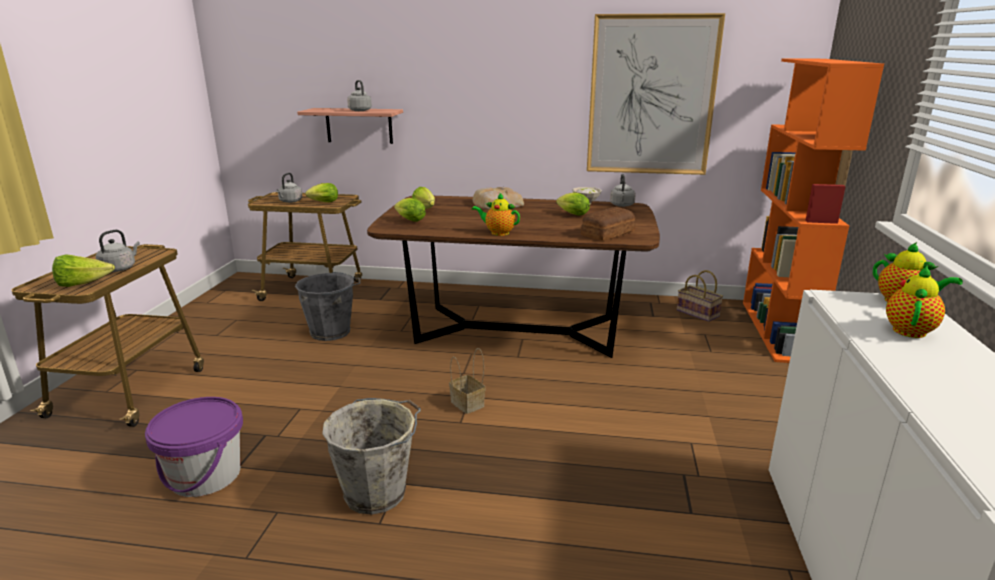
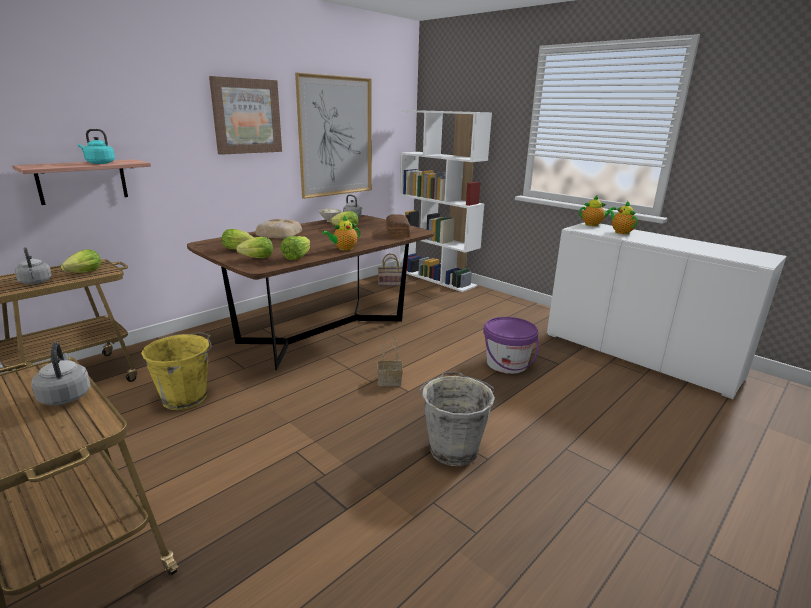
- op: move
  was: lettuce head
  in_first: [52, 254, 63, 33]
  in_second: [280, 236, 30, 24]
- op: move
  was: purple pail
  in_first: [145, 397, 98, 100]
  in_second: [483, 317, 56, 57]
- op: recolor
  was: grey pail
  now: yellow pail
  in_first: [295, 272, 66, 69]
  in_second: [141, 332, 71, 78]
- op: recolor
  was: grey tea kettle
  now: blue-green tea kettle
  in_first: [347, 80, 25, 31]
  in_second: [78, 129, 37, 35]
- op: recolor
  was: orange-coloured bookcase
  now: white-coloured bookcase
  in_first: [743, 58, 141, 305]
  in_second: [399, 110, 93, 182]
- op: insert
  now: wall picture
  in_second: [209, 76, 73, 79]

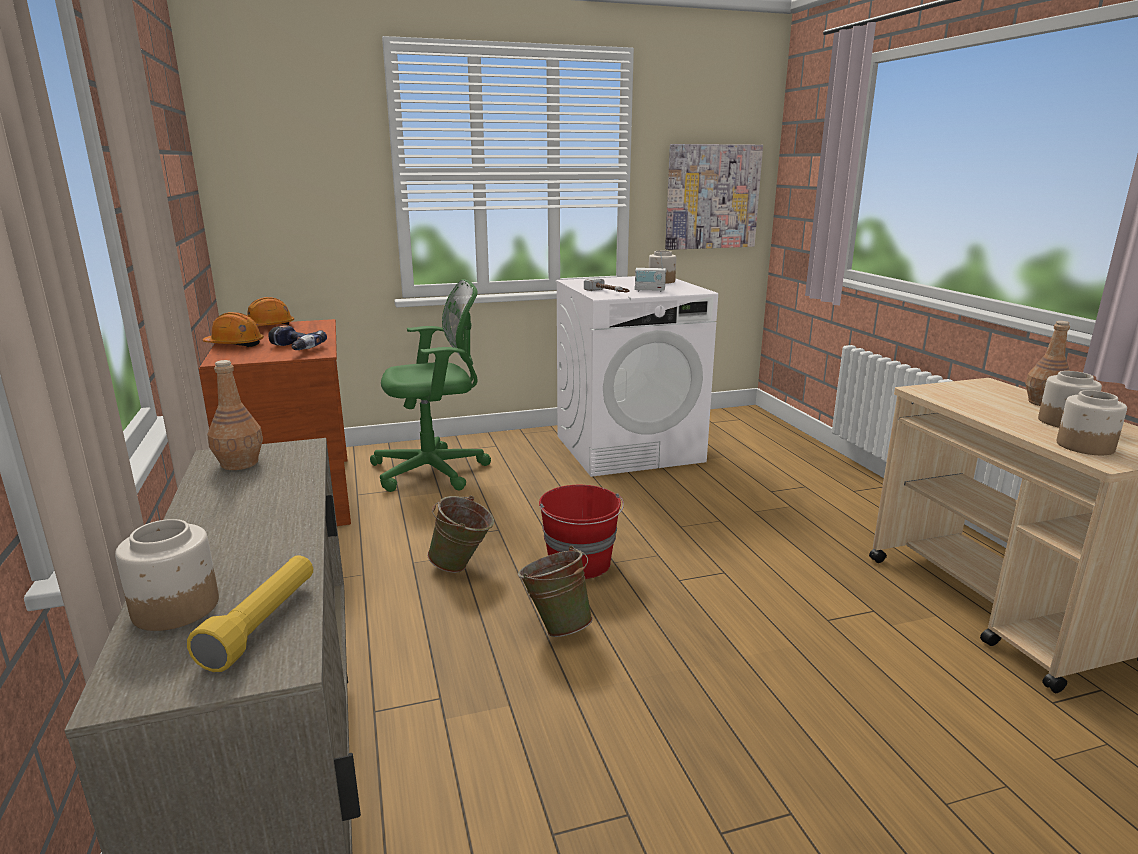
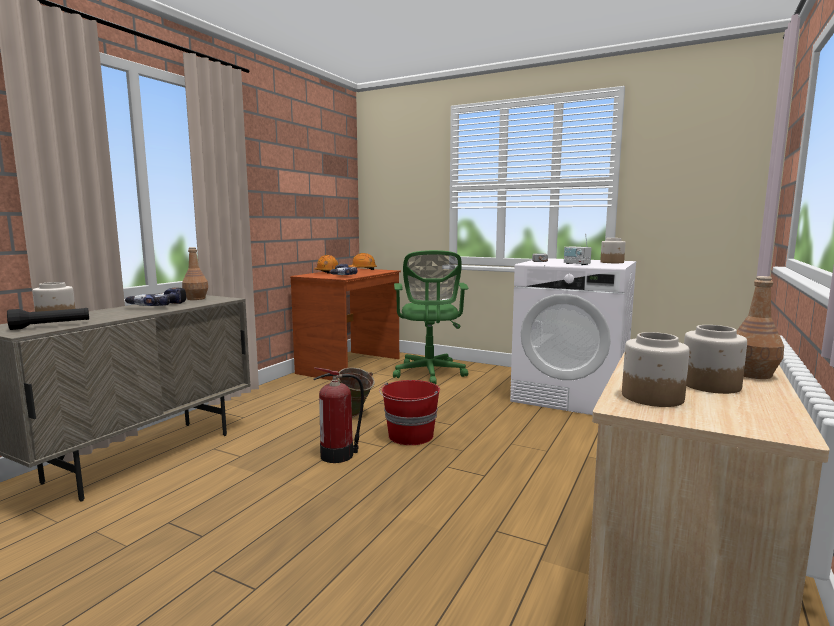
- op: recolor
  was: yellow flashlight
  now: black-coloured flashlight
  in_first: [187, 555, 126, 117]
  in_second: [7, 308, 82, 22]
- op: rotate
  was: green desk chair
  in_first: [370, 279, 121, 213]
  in_second: [393, 250, 75, 134]
  clockwise: 60
- op: replace
  was: green pail
  now: extinguisher
  in_first: [518, 546, 75, 91]
  in_second: [314, 367, 50, 96]
- op: delete
  was: wall picture
  in_first: [665, 144, 98, 106]
- op: insert
  now: drill
  in_second: [125, 287, 61, 19]

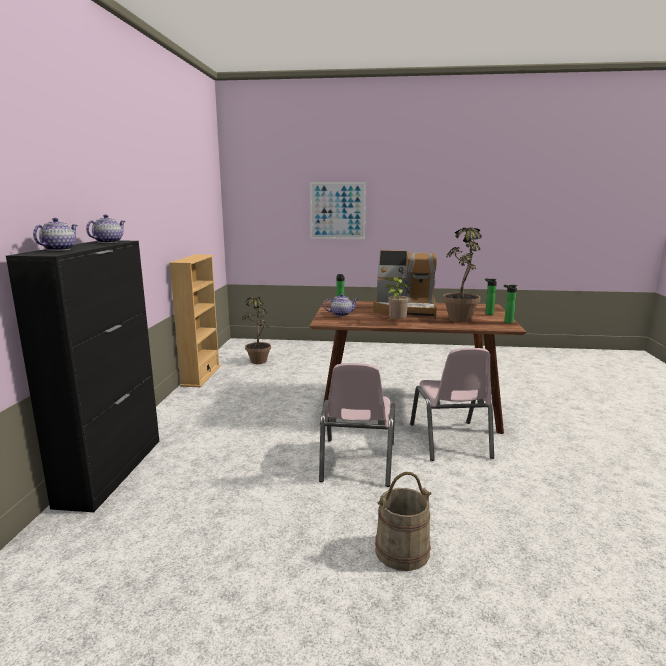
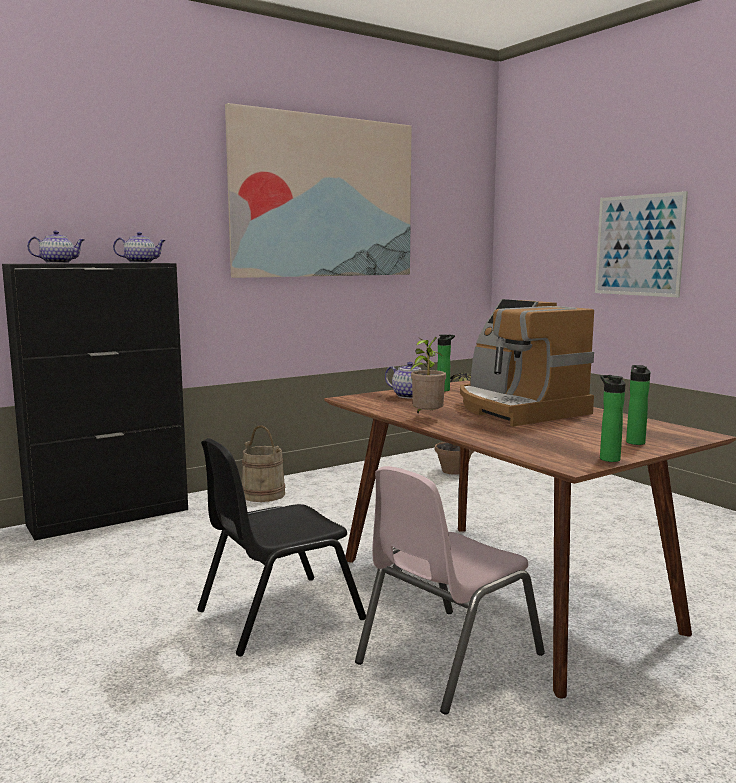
- op: delete
  was: sand-coloured bookcase
  in_first: [169, 254, 52, 133]
- op: recolor
  was: pinkish plain chair
  now: black-coloured plain chair
  in_first: [319, 363, 76, 124]
  in_second: [197, 438, 169, 218]
- op: move
  was: sand-coloured pail
  in_first: [375, 472, 57, 99]
  in_second: [242, 425, 44, 77]
- op: delete
  was: houseplant
  in_first: [443, 227, 39, 95]
- op: insert
  now: wall picture
  in_second: [225, 103, 186, 175]

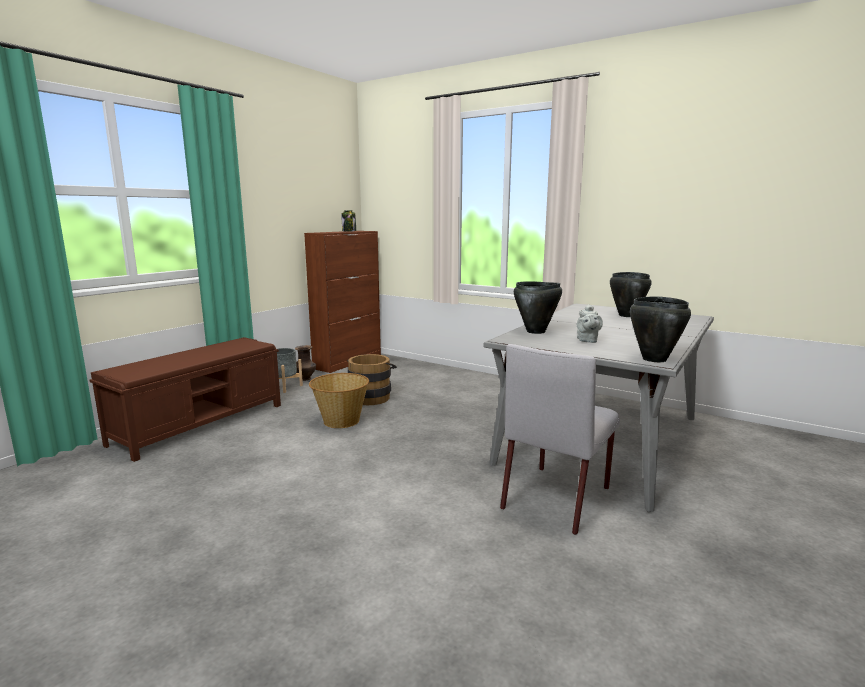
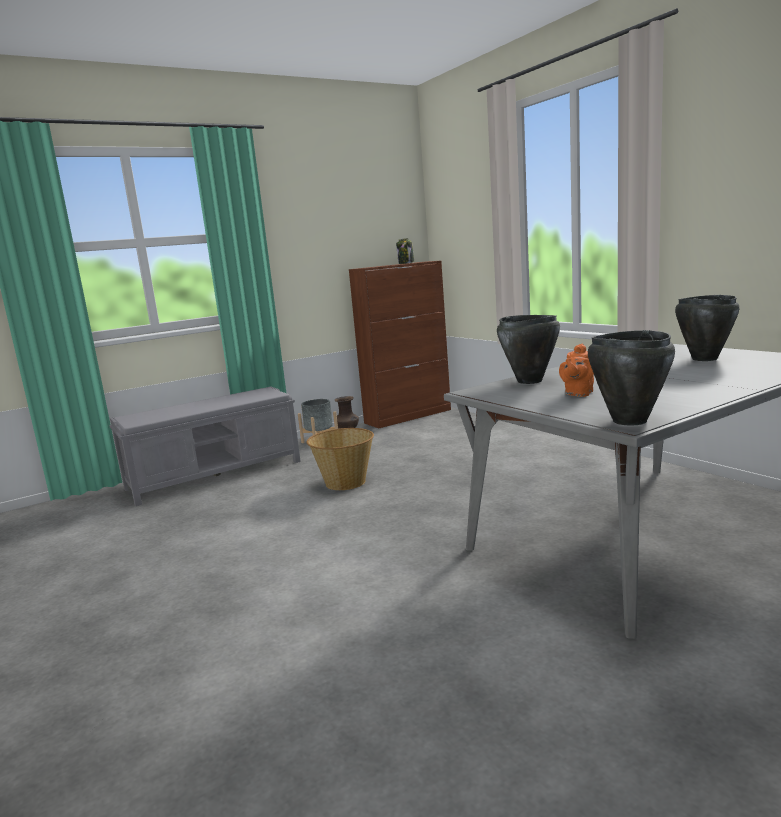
- op: recolor
  was: brown bench
  now: grey bench
  in_first: [89, 337, 192, 125]
  in_second: [109, 387, 192, 119]
- op: delete
  was: brown pail
  in_first: [347, 354, 50, 51]
- op: delete
  was: grey plain chair
  in_first: [500, 344, 120, 191]
- op: recolor
  was: grey pot for tea
  now: orange-coloured pot for tea
  in_first: [577, 304, 26, 39]
  in_second: [559, 344, 35, 53]

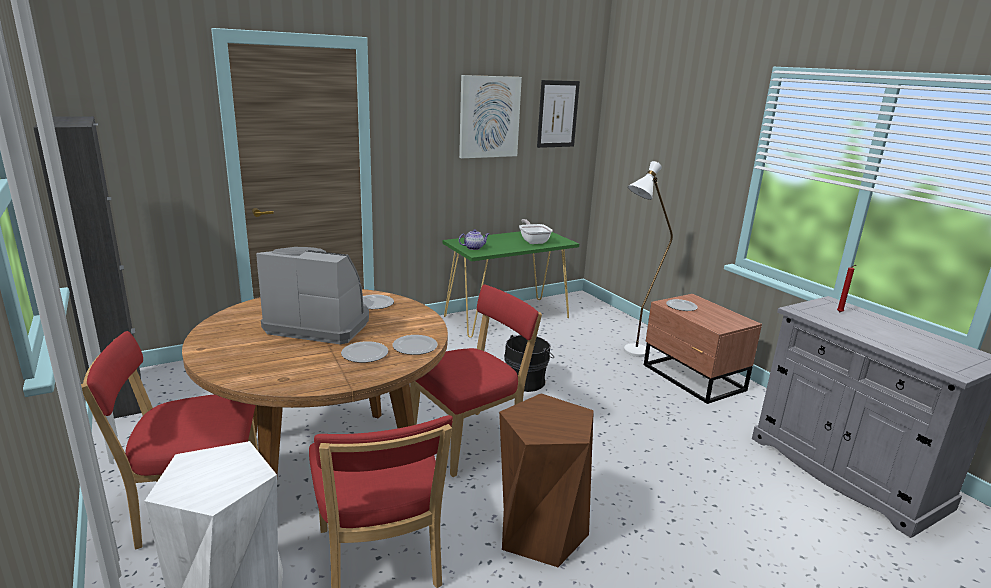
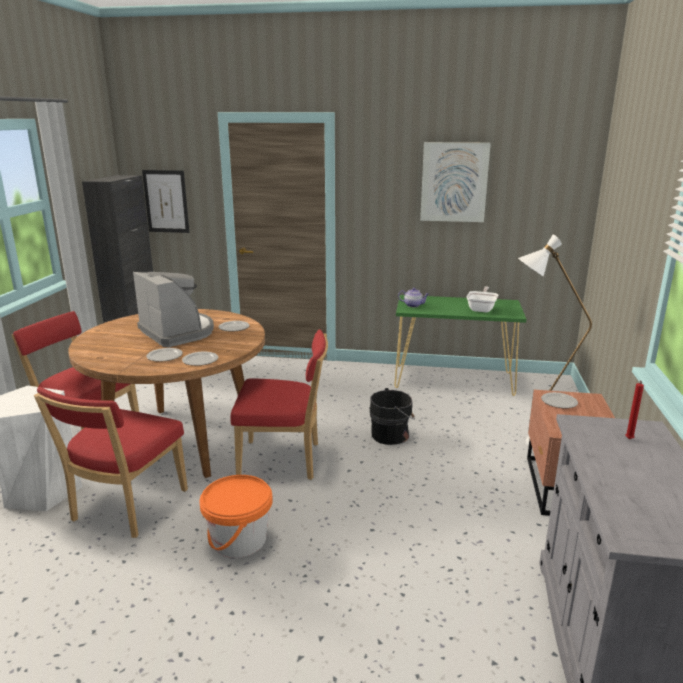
- op: replace
  was: brown sitting stool
  now: orange-coloured pail
  in_first: [499, 394, 95, 173]
  in_second: [199, 475, 74, 83]
- op: move
  was: wall picture
  in_first: [537, 80, 43, 68]
  in_second: [142, 170, 47, 63]

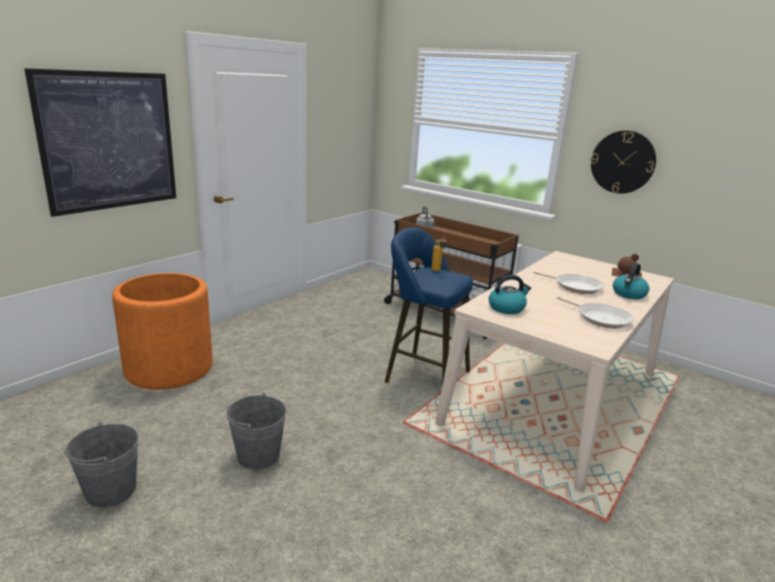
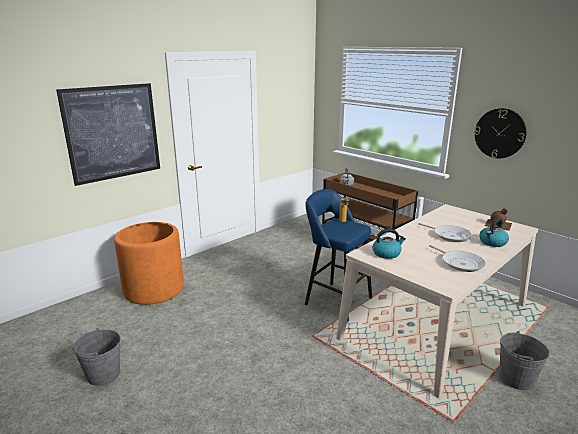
- op: move
  was: grey pail
  in_first: [227, 393, 60, 77]
  in_second: [499, 331, 50, 59]

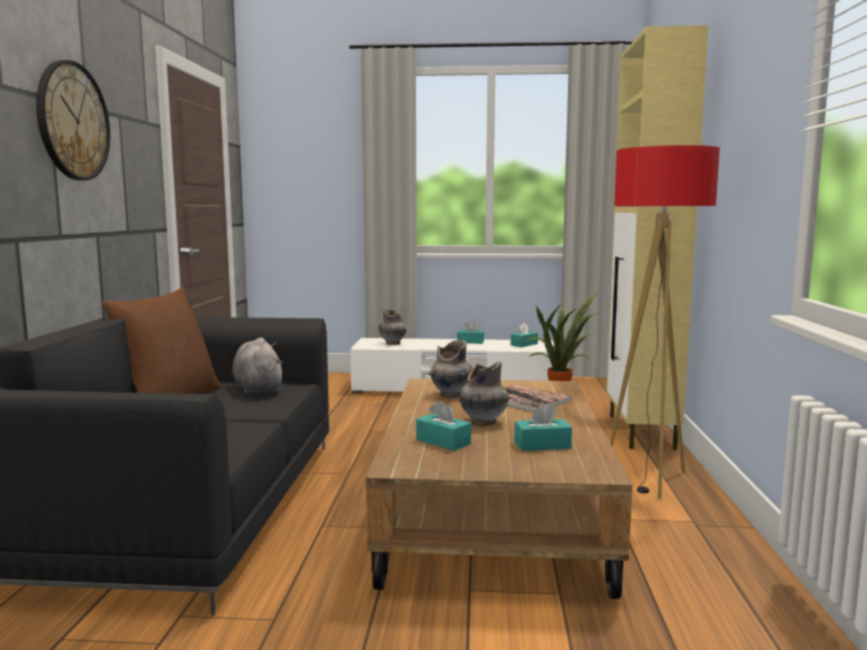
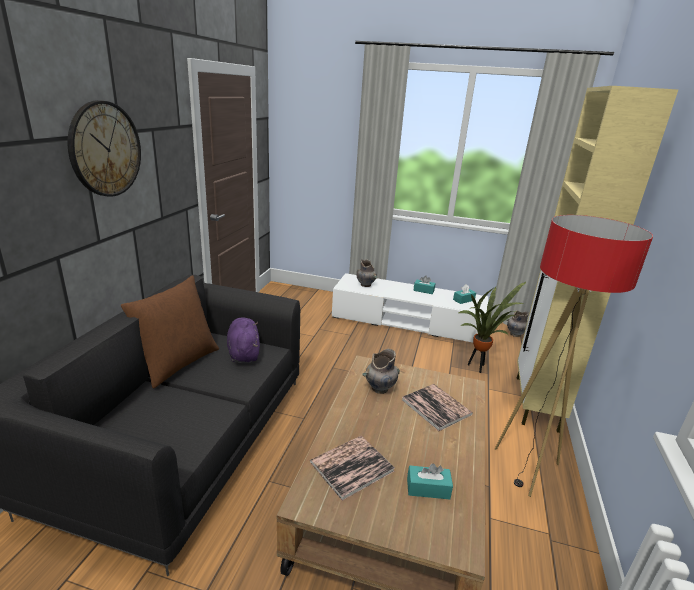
- op: recolor
  was: grey cuddly toy
  now: purple cuddly toy
  in_first: [232, 337, 51, 57]
  in_second: [227, 317, 33, 46]
- op: replace
  was: blue-green tissue box
  now: book
  in_first: [416, 400, 55, 51]
  in_second: [310, 436, 85, 65]
- op: move
  was: grey decorative vase
  in_first: [458, 362, 52, 64]
  in_second: [507, 310, 22, 27]

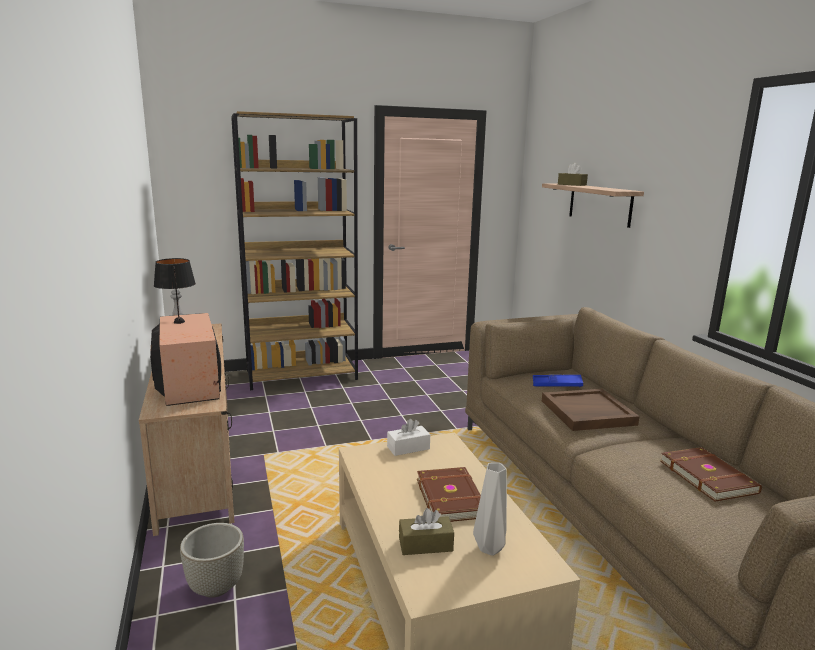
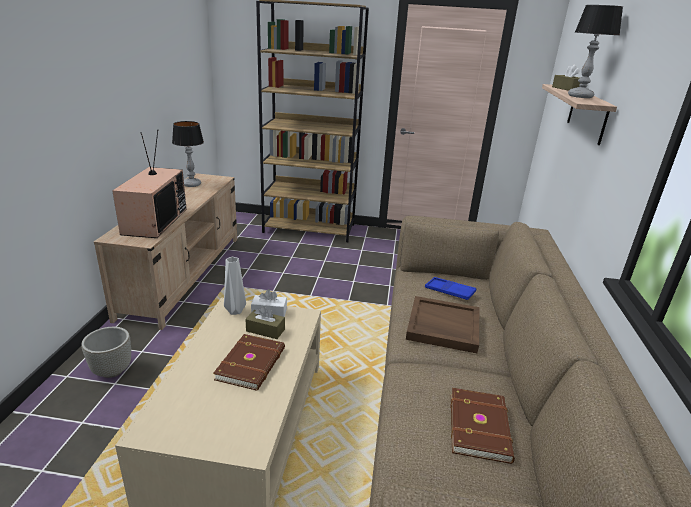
- op: move
  was: brown tissue box
  in_first: [399, 508, 55, 47]
  in_second: [245, 306, 40, 33]
- op: move
  was: grey decorative vase
  in_first: [473, 463, 34, 93]
  in_second: [224, 257, 22, 58]
- op: insert
  now: table lamp
  in_second: [568, 5, 55, 93]

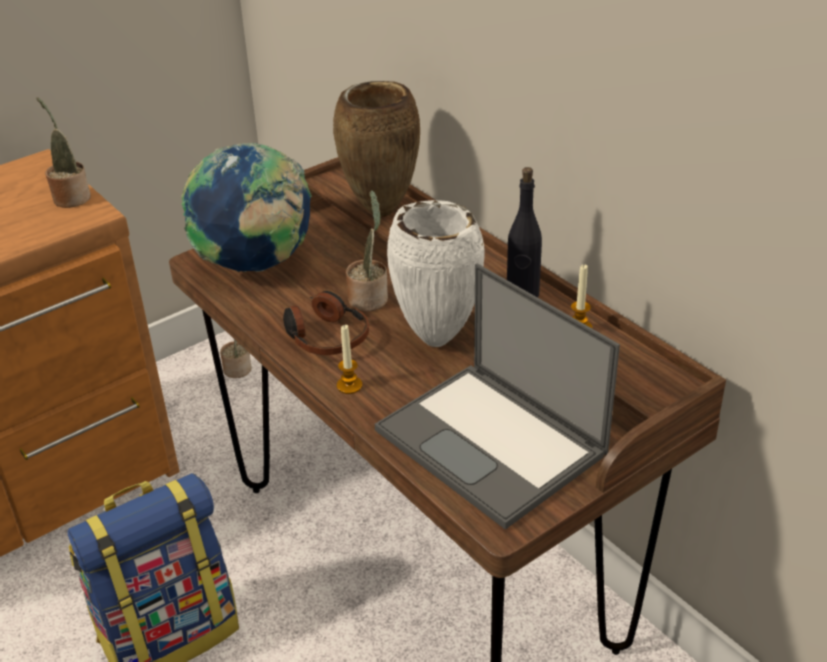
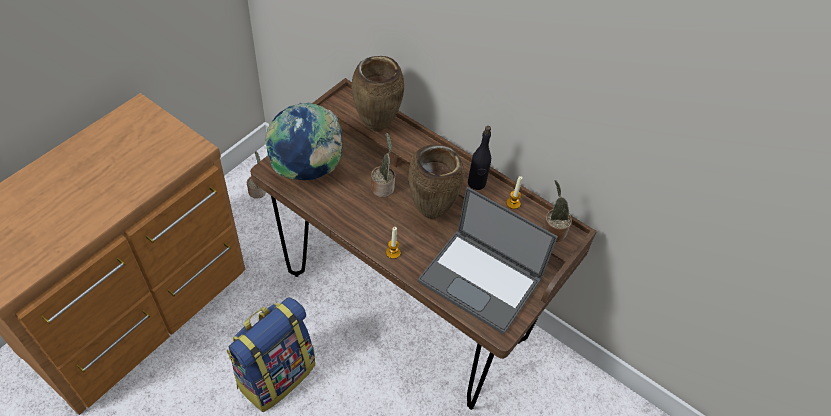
- op: move
  was: houseplant
  in_first: [36, 97, 55, 111]
  in_second: [543, 180, 29, 62]
- op: delete
  was: headset
  in_first: [283, 291, 86, 64]
- op: recolor
  was: white-coloured decorative vase
  now: brown decorative vase
  in_first: [387, 200, 98, 147]
  in_second: [408, 144, 57, 75]

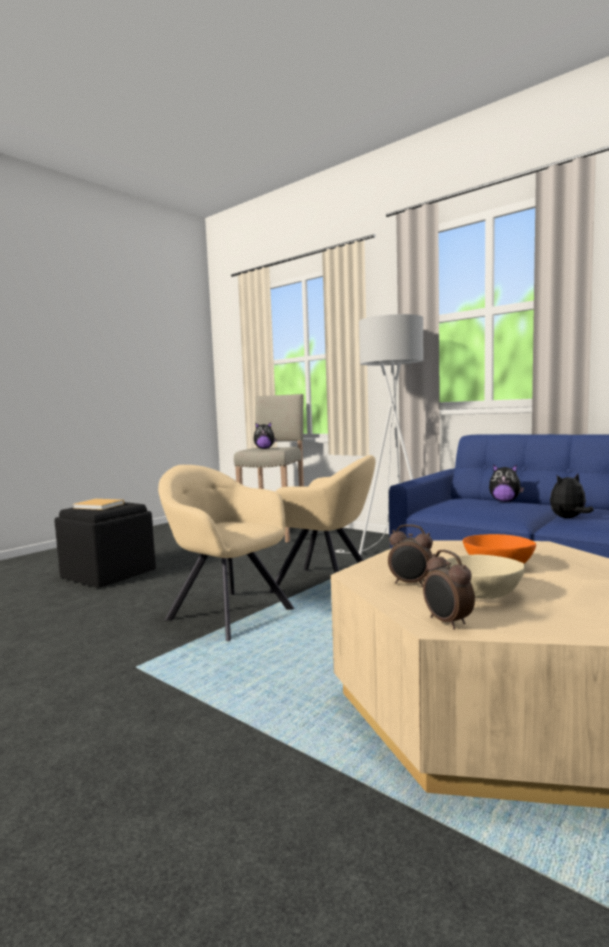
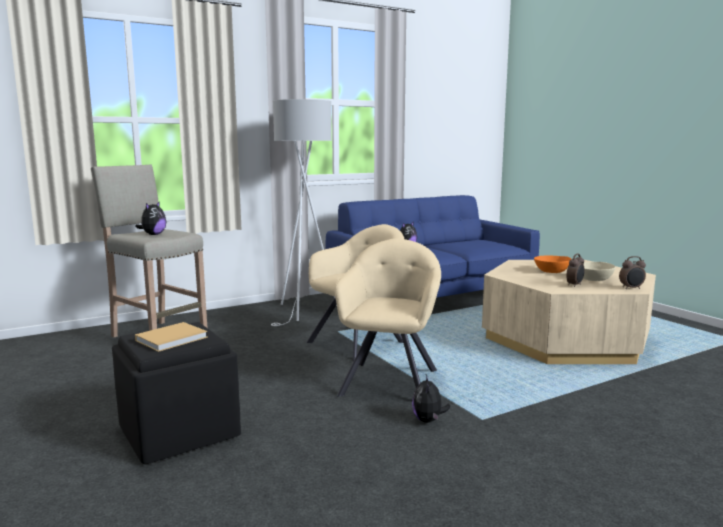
- op: rotate
  was: sand-coloured lounge chair
  in_first: [158, 465, 137, 176]
  in_second: [335, 238, 106, 159]
  clockwise: 135
- op: move
  was: cuddly toy
  in_first: [550, 474, 44, 44]
  in_second: [412, 375, 38, 48]

